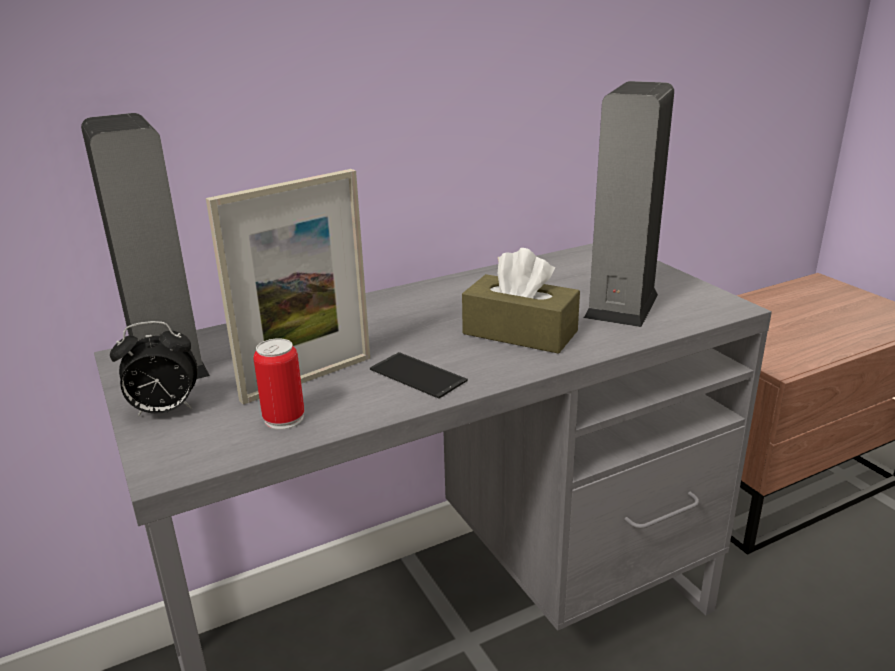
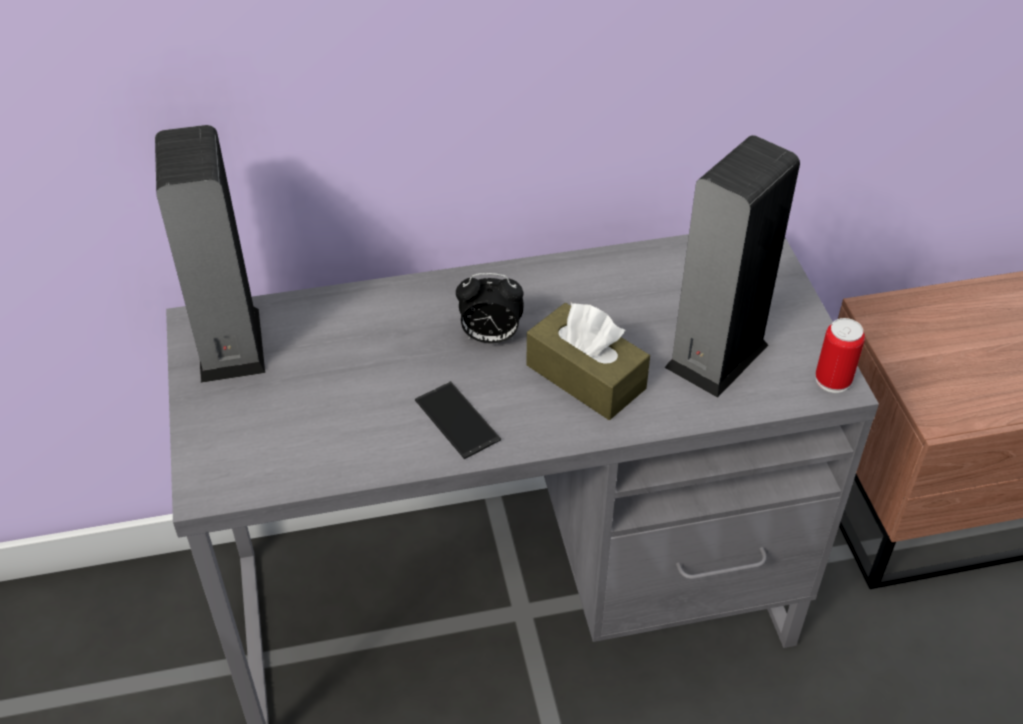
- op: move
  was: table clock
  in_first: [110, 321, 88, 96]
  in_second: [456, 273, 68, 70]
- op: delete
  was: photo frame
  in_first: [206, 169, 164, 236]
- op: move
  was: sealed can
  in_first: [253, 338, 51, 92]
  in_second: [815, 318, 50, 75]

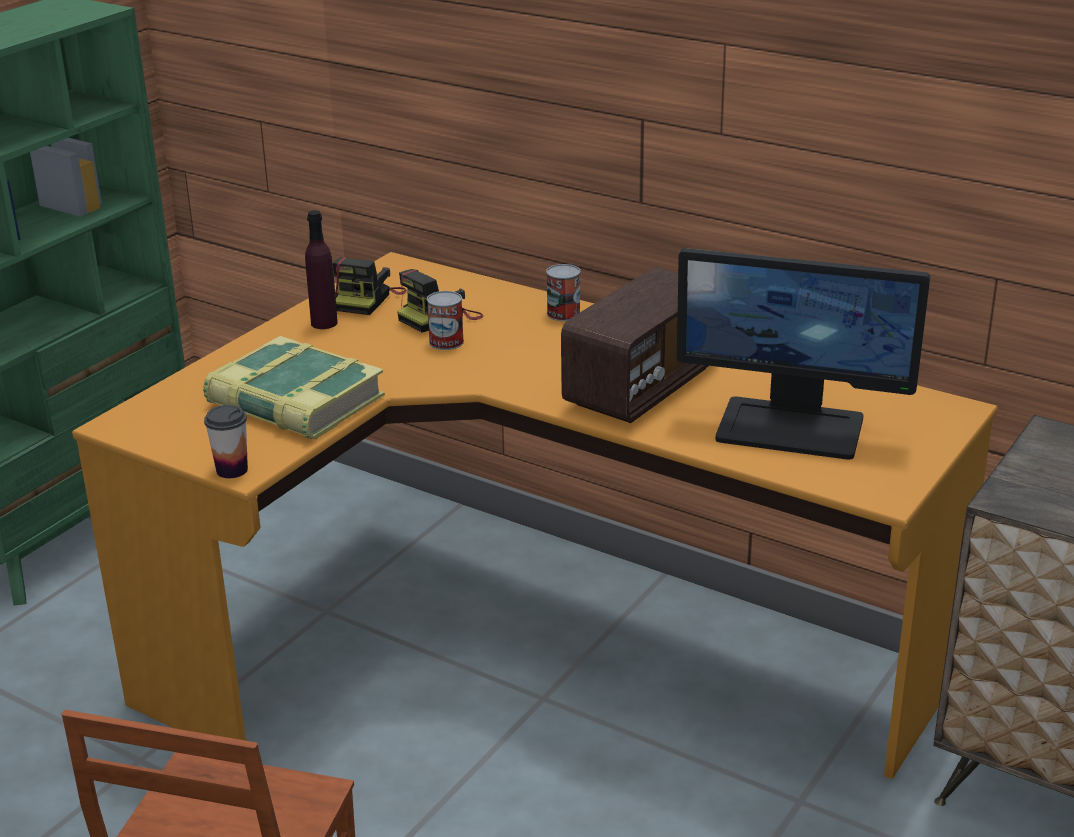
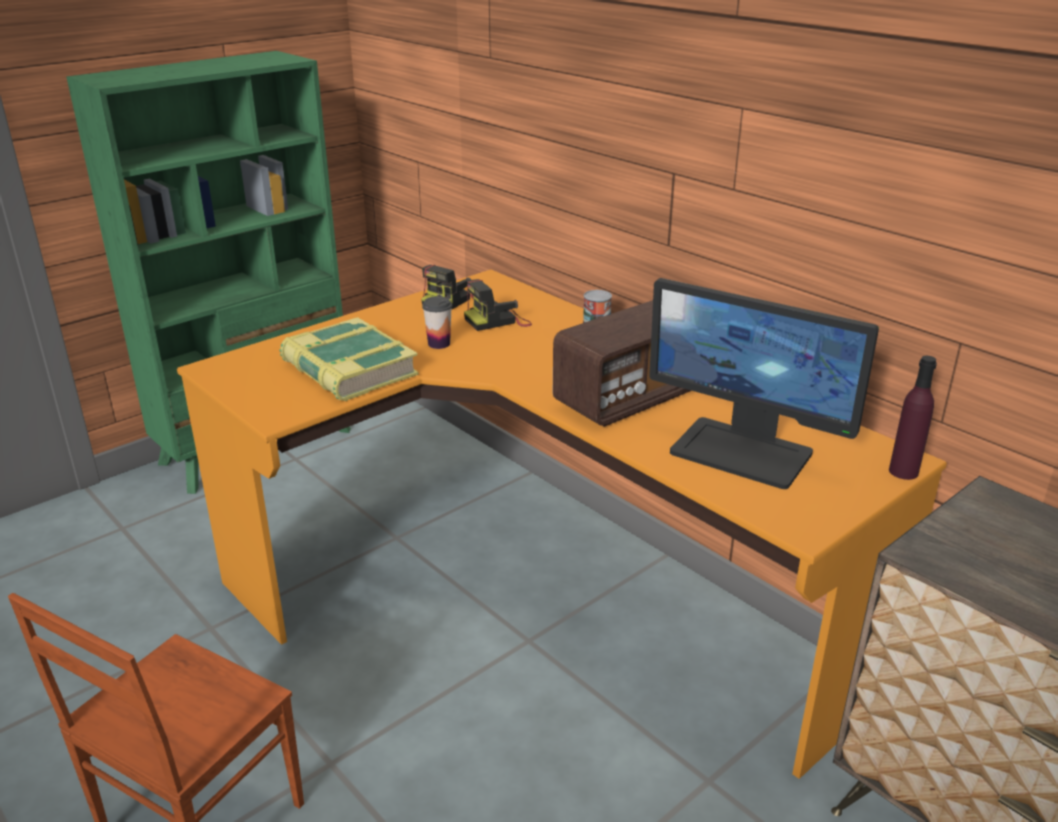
- op: move
  was: drinking cup
  in_first: [204, 405, 44, 73]
  in_second: [422, 296, 30, 53]
- op: move
  was: purple drink bottle
  in_first: [305, 210, 33, 119]
  in_second: [889, 356, 48, 124]
- op: delete
  was: sealed can
  in_first: [427, 291, 37, 59]

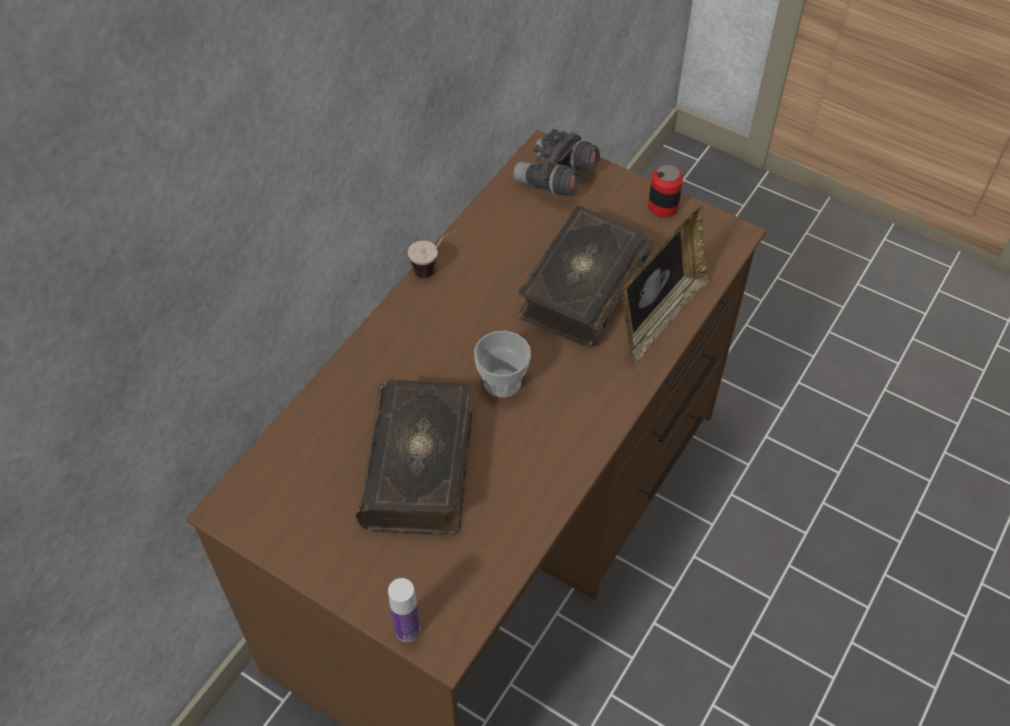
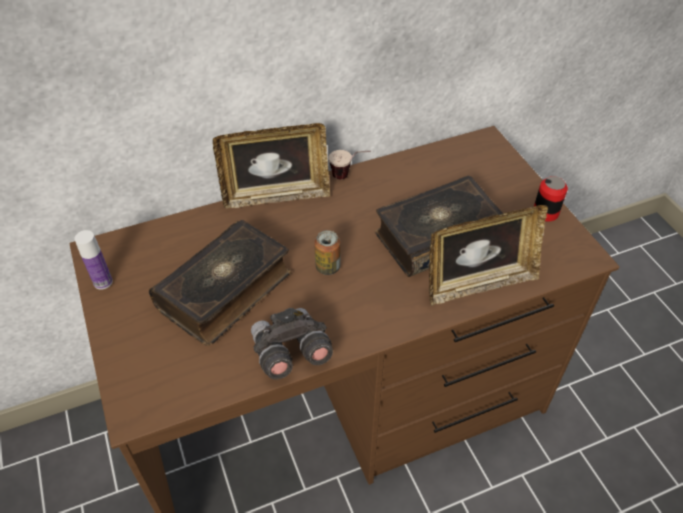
- op: move
  was: drink bottle
  in_first: [388, 578, 32, 64]
  in_second: [74, 230, 39, 60]
- op: replace
  was: drinking cup
  now: sealed can
  in_first: [474, 331, 57, 67]
  in_second: [314, 230, 26, 45]
- op: move
  was: grey field glasses
  in_first: [513, 129, 87, 66]
  in_second: [251, 308, 82, 72]
- op: insert
  now: photo frame
  in_second: [213, 123, 117, 86]

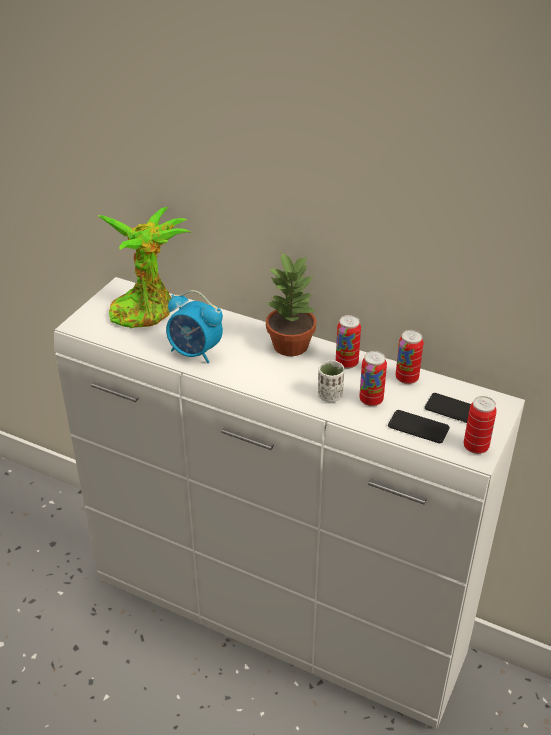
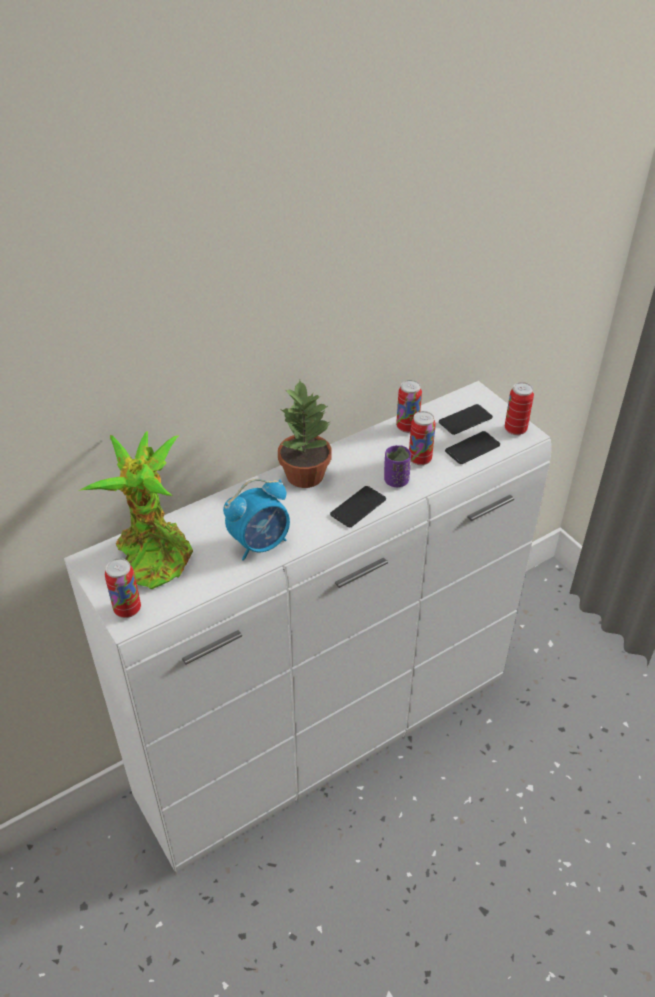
- op: recolor
  was: white-coloured drinking cup
  now: purple drinking cup
  in_first: [318, 360, 26, 42]
  in_second: [384, 445, 27, 42]
- op: move
  was: sealed can
  in_first: [336, 315, 25, 54]
  in_second: [105, 558, 36, 60]
- op: insert
  now: telephone
  in_second: [330, 486, 56, 41]

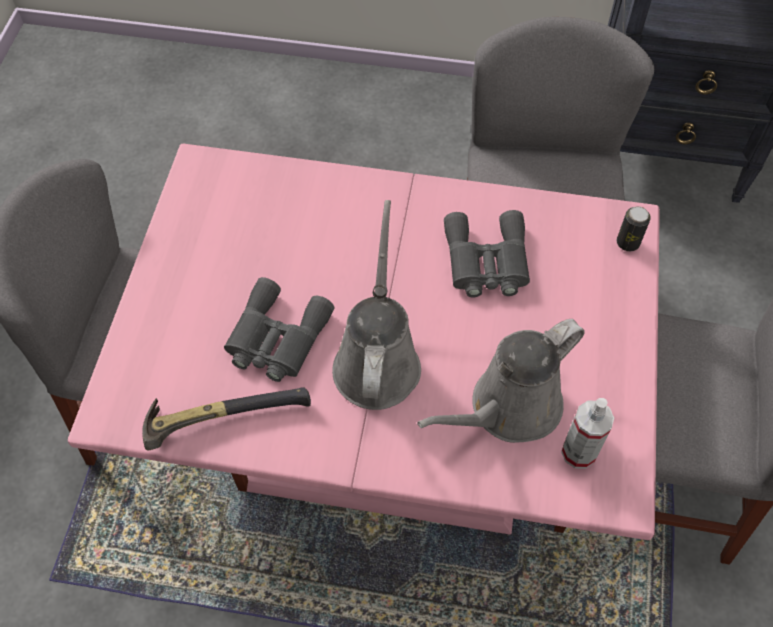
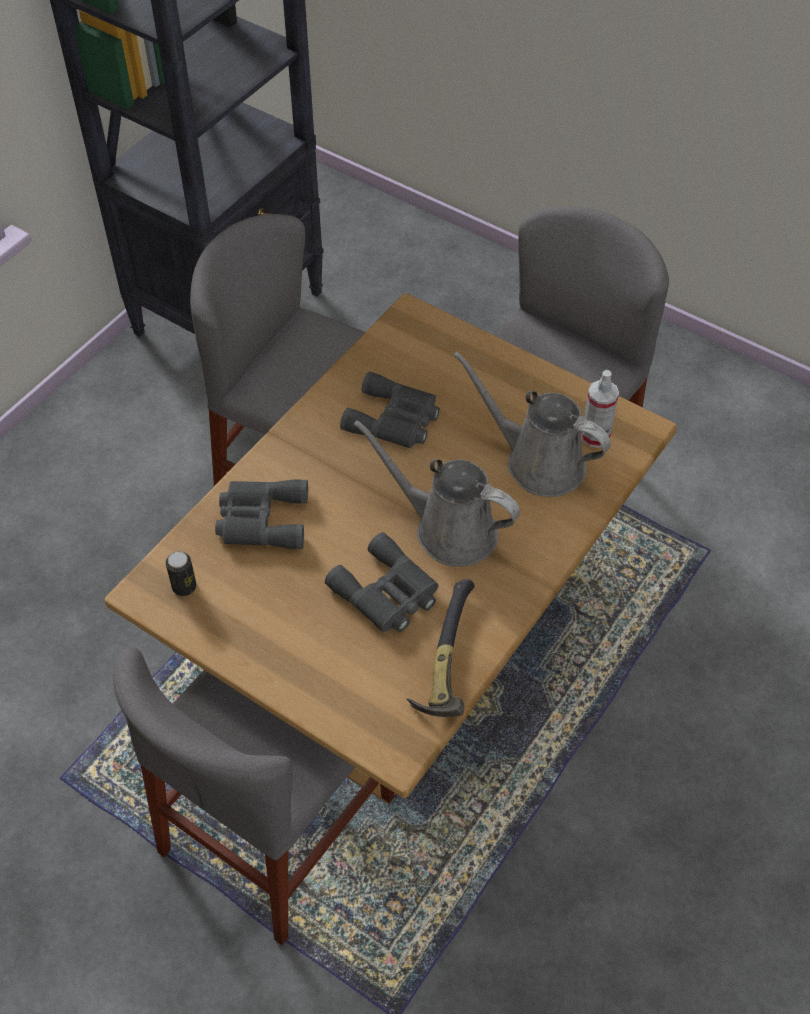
- op: recolor
  was: pinkish kitchen table
  now: brown kitchen table
  in_first: [68, 144, 592, 396]
  in_second: [104, 293, 573, 511]
- op: rotate
  was: grey watering can
  in_first: [417, 319, 168, 124]
  in_second: [453, 351, 158, 146]
  clockwise: 135
- op: move
  was: sealed can
  in_first: [617, 206, 34, 45]
  in_second: [166, 551, 30, 45]
- op: insert
  now: grey field glasses
  in_second: [215, 479, 93, 70]

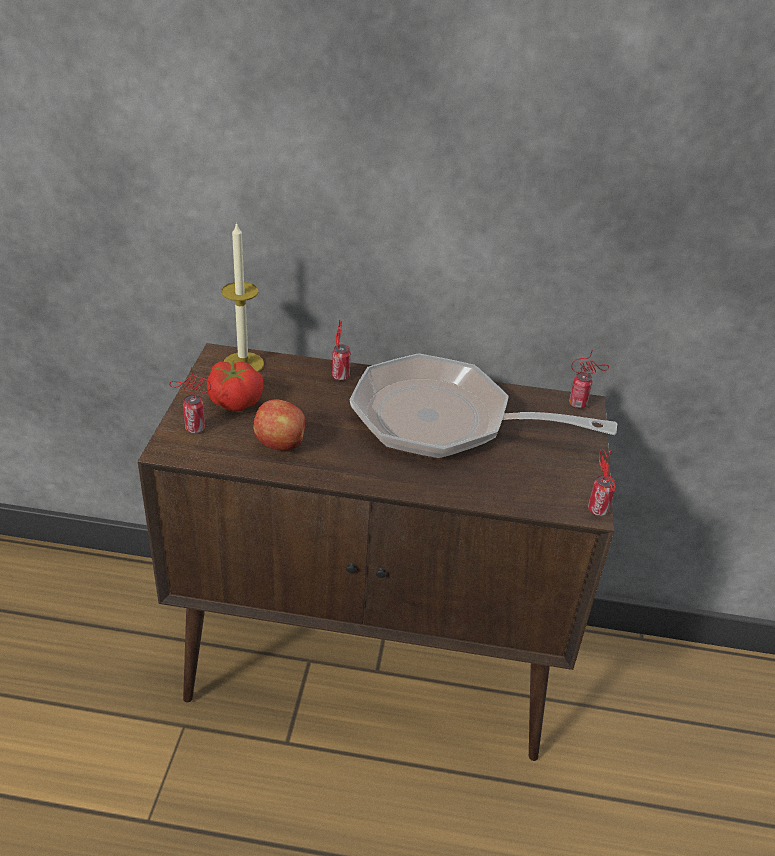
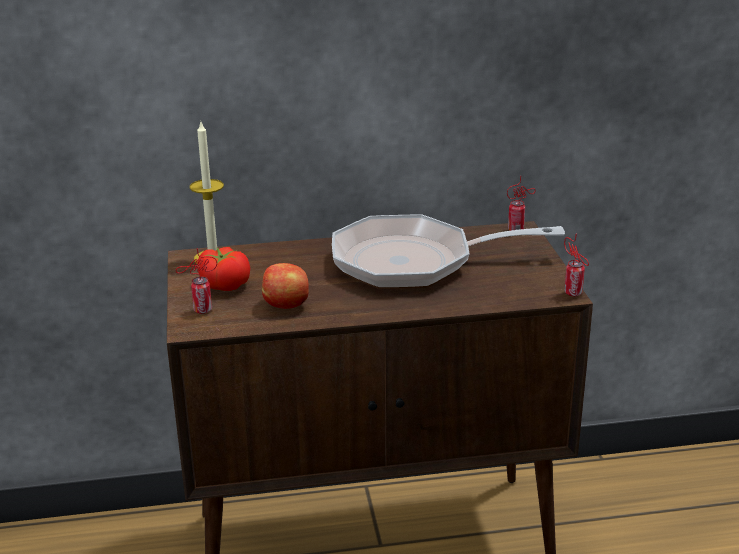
- op: delete
  was: sealed can
  in_first: [332, 319, 19, 61]

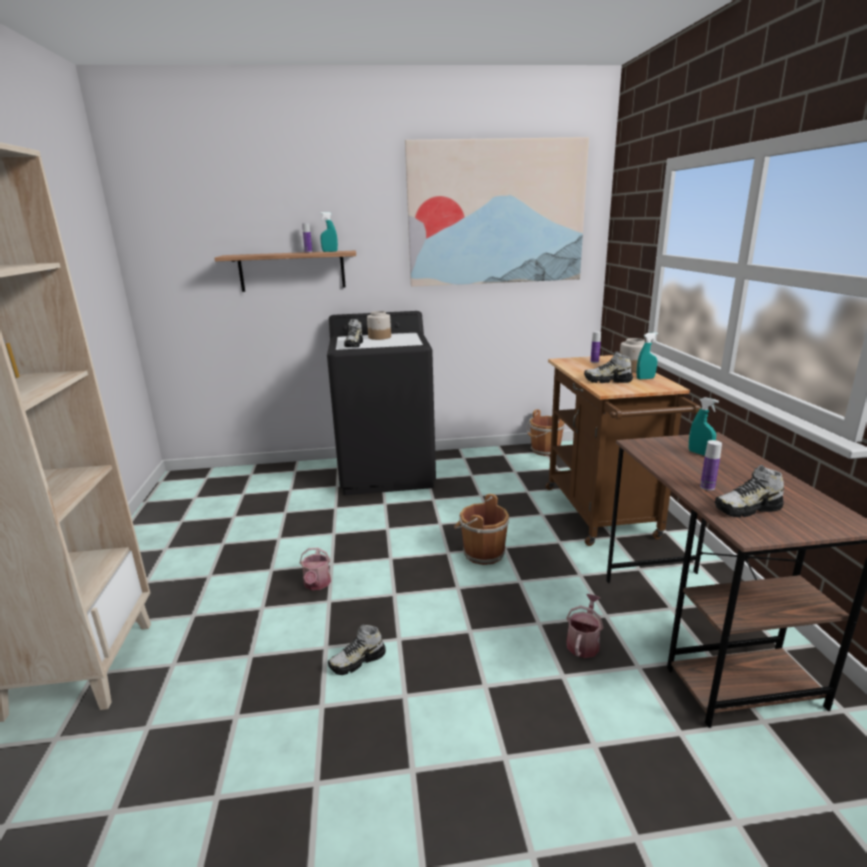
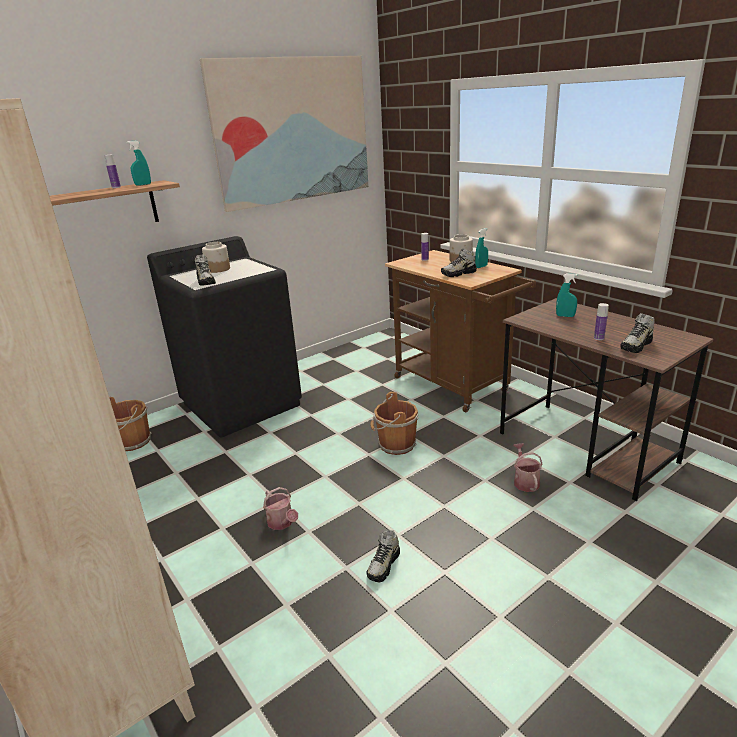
- op: move
  was: brown pail
  in_first: [526, 409, 39, 47]
  in_second: [109, 397, 43, 54]

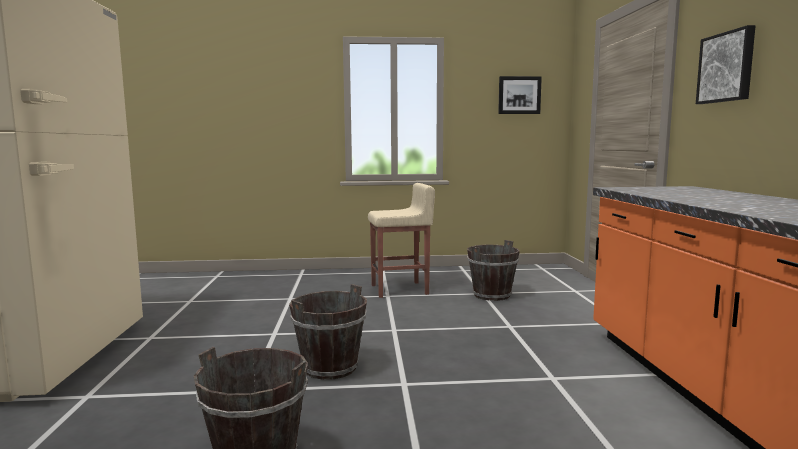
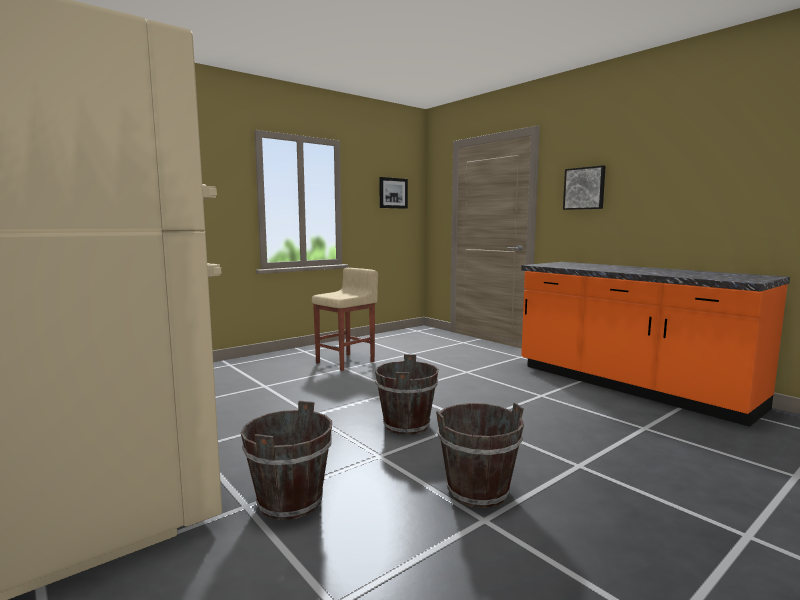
- op: move
  was: brown pail
  in_first: [467, 240, 53, 61]
  in_second: [241, 401, 91, 119]

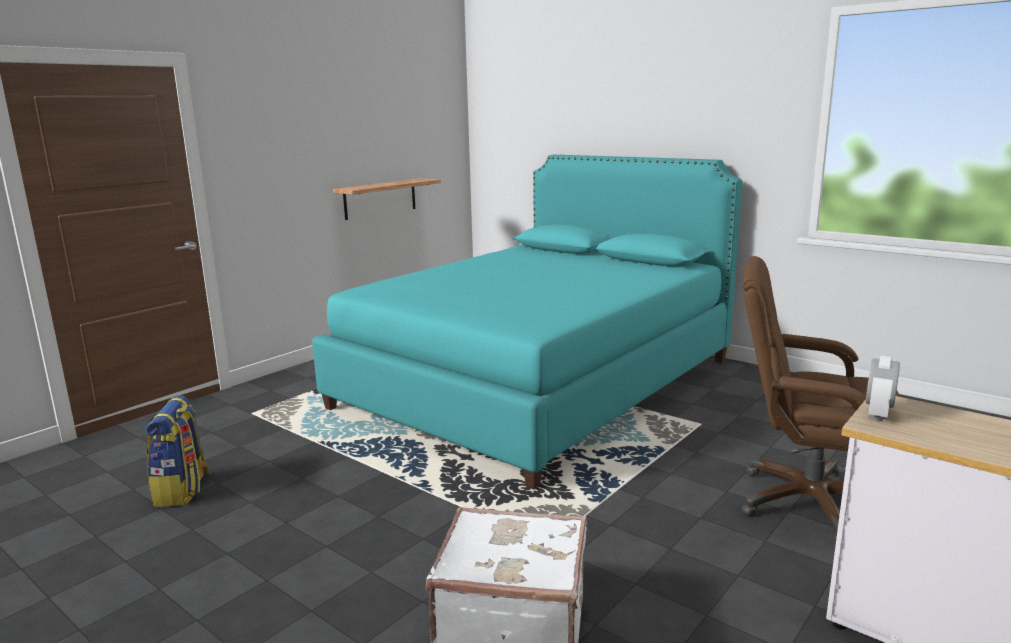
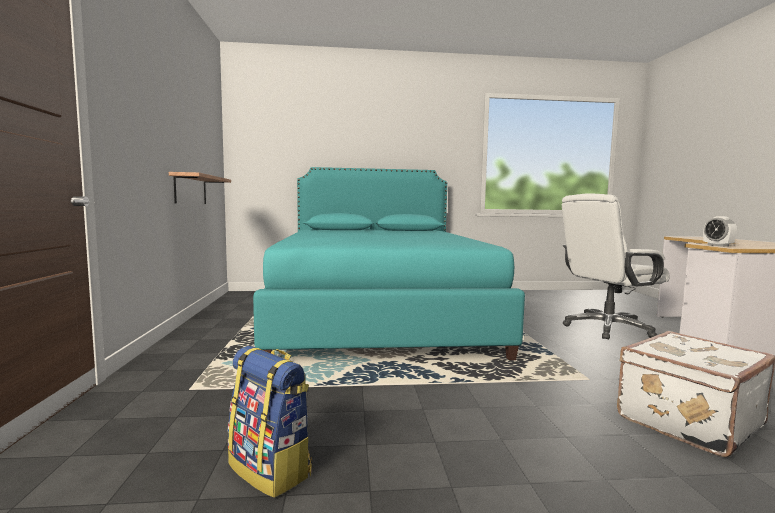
- op: recolor
  was: brown desk chair
  now: white-coloured desk chair
  in_first: [742, 256, 159, 288]
  in_second: [562, 193, 108, 147]

